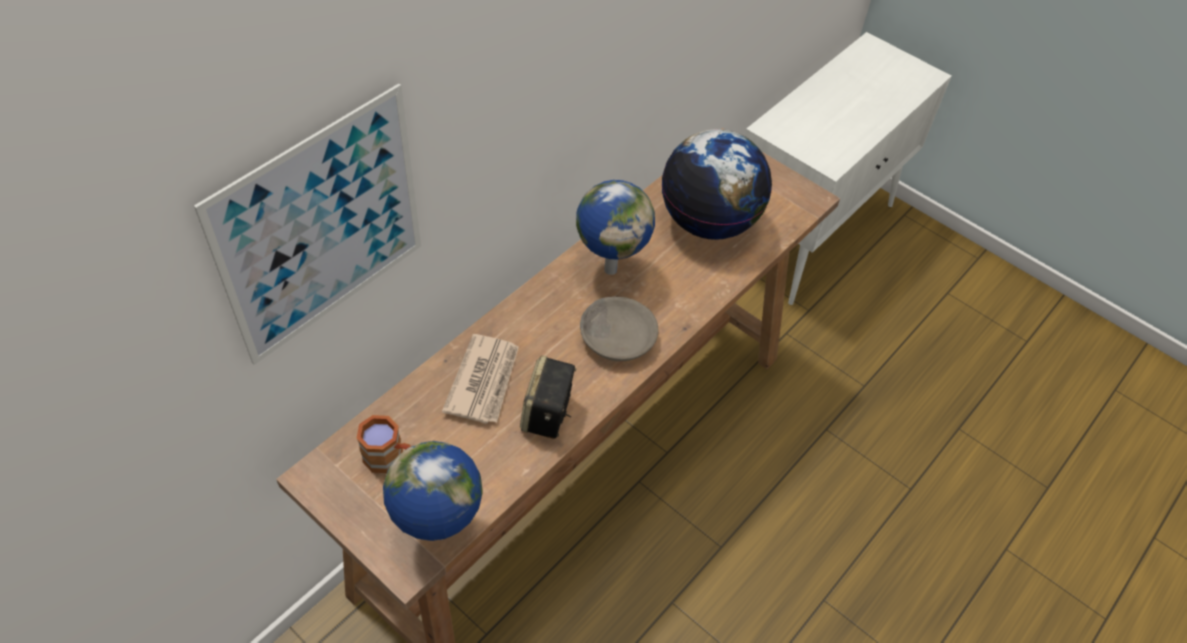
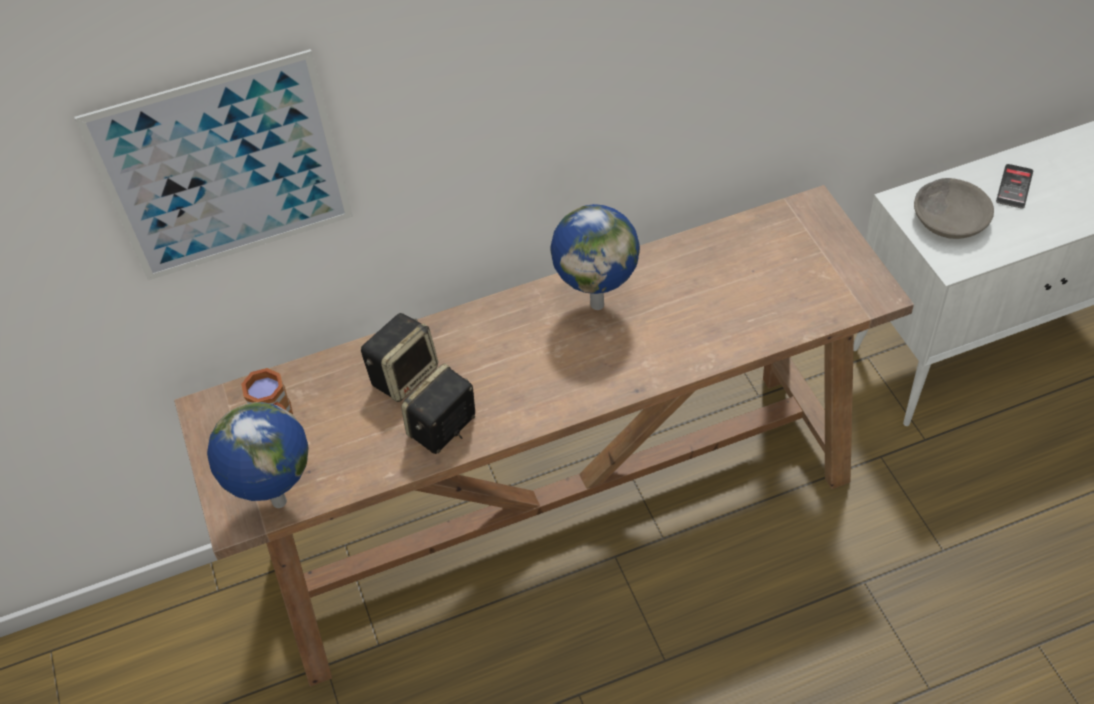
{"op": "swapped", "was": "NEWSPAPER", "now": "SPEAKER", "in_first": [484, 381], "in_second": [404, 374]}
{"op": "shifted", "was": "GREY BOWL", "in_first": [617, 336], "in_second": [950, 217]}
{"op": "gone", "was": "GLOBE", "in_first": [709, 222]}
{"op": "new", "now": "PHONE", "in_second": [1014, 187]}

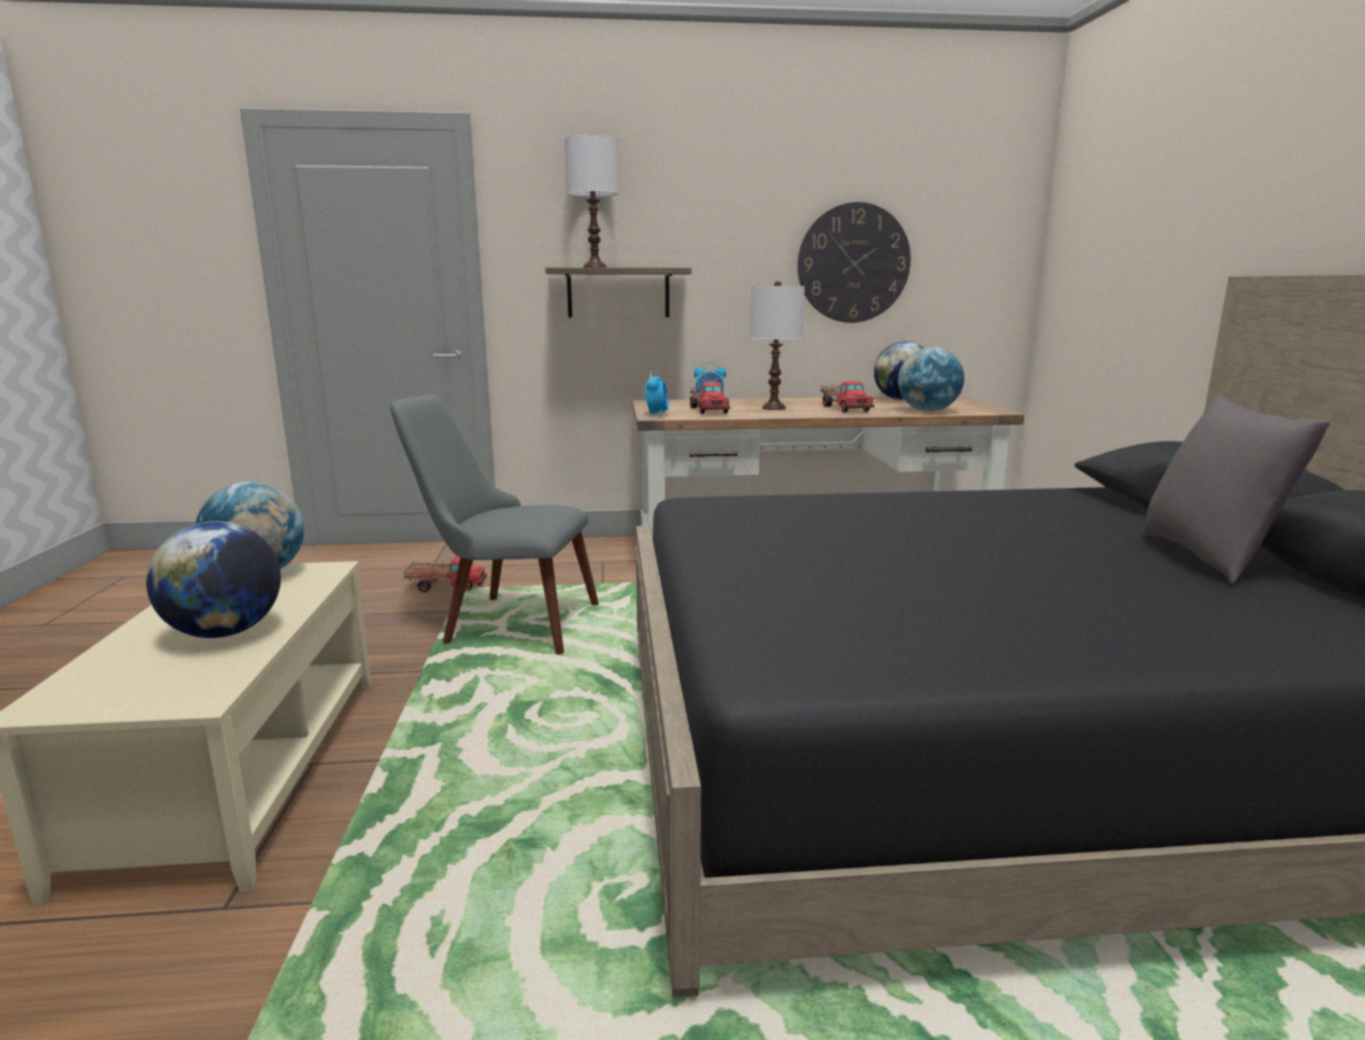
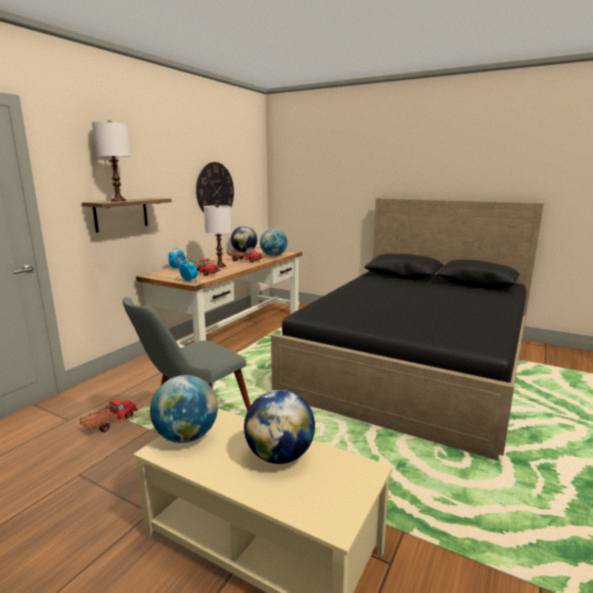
{"op": "gone", "was": "GREY PILLOW", "in_first": [1209, 557]}

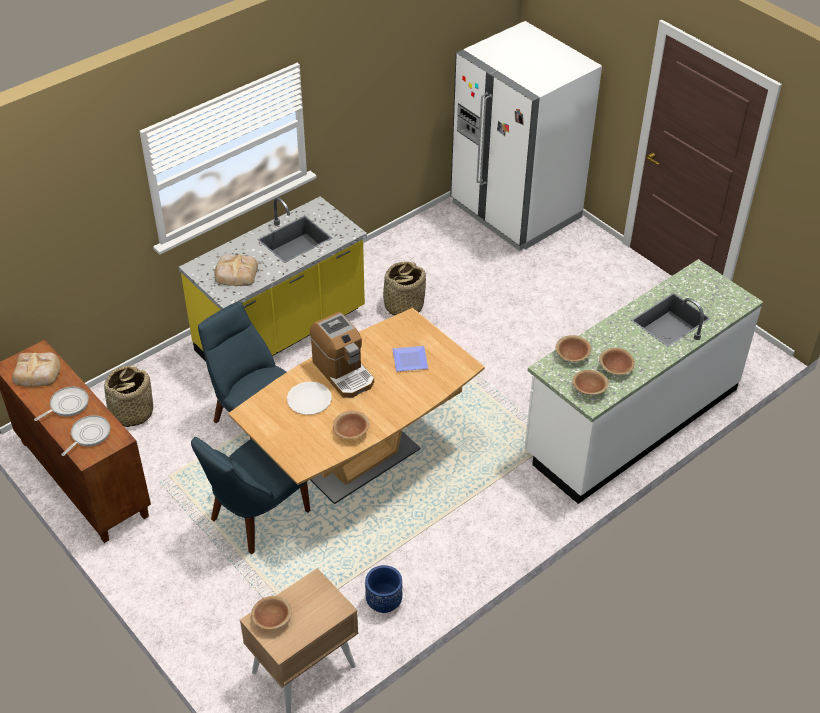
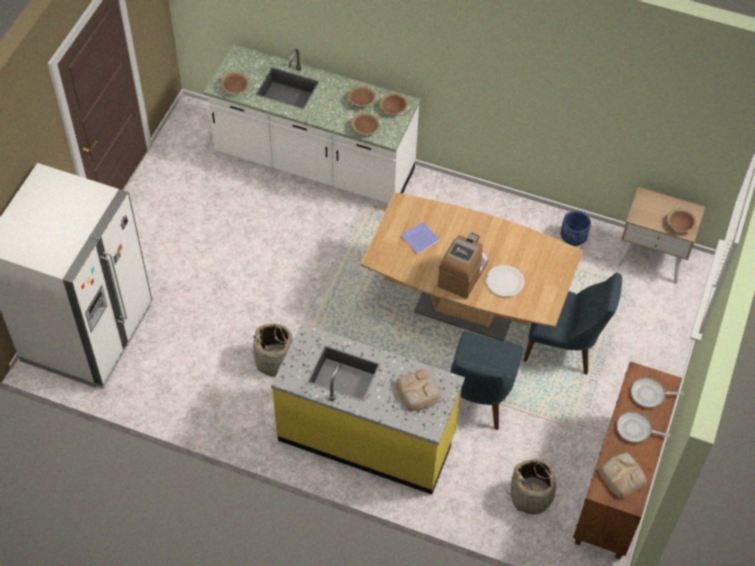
{"op": "shifted", "was": "BROWN BOWL", "in_first": [351, 431], "in_second": [235, 88]}

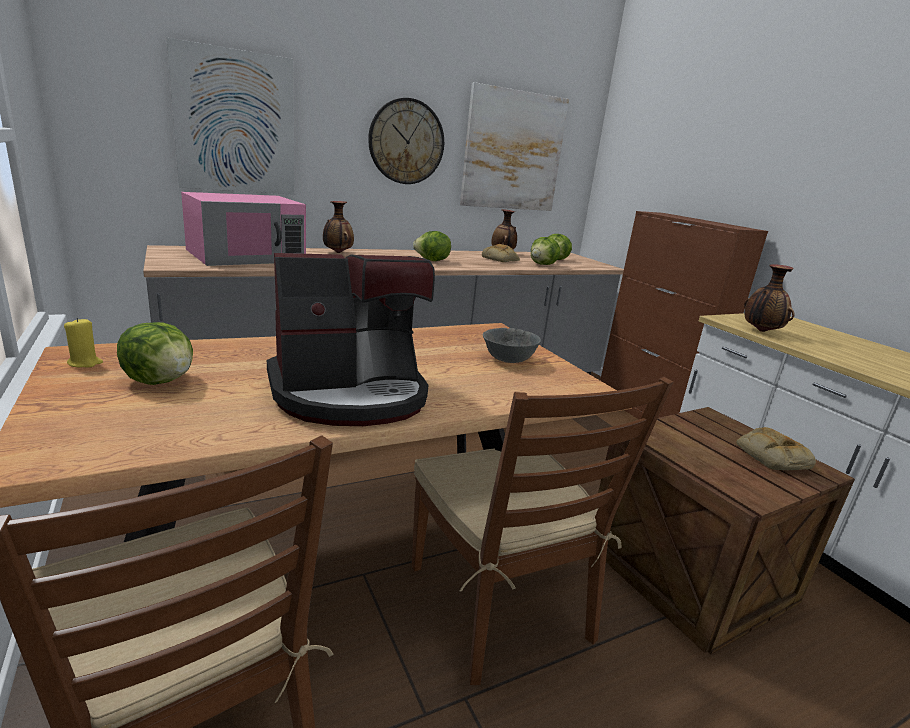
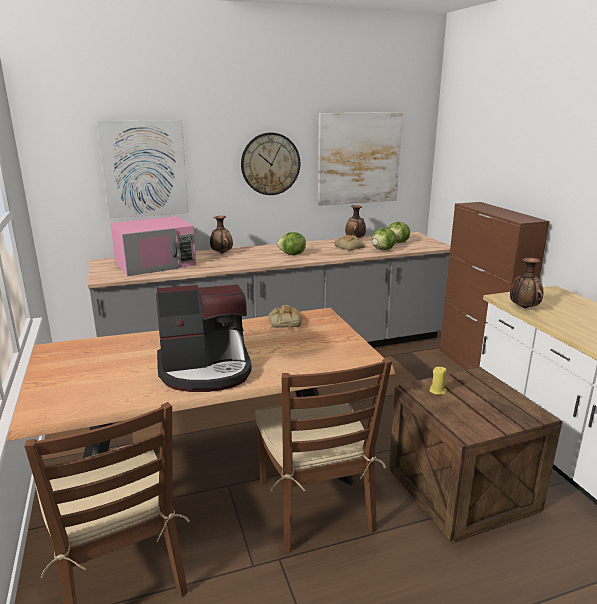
{"op": "shifted", "was": "YELLOW CANDLE", "in_first": [85, 363], "in_second": [438, 391]}
{"op": "gone", "was": "LETTUCE", "in_first": [161, 380]}
{"op": "gone", "was": "GREY BOWL", "in_first": [508, 360]}
{"op": "shifted", "was": "BREAD", "in_first": [770, 456], "in_second": [284, 321]}

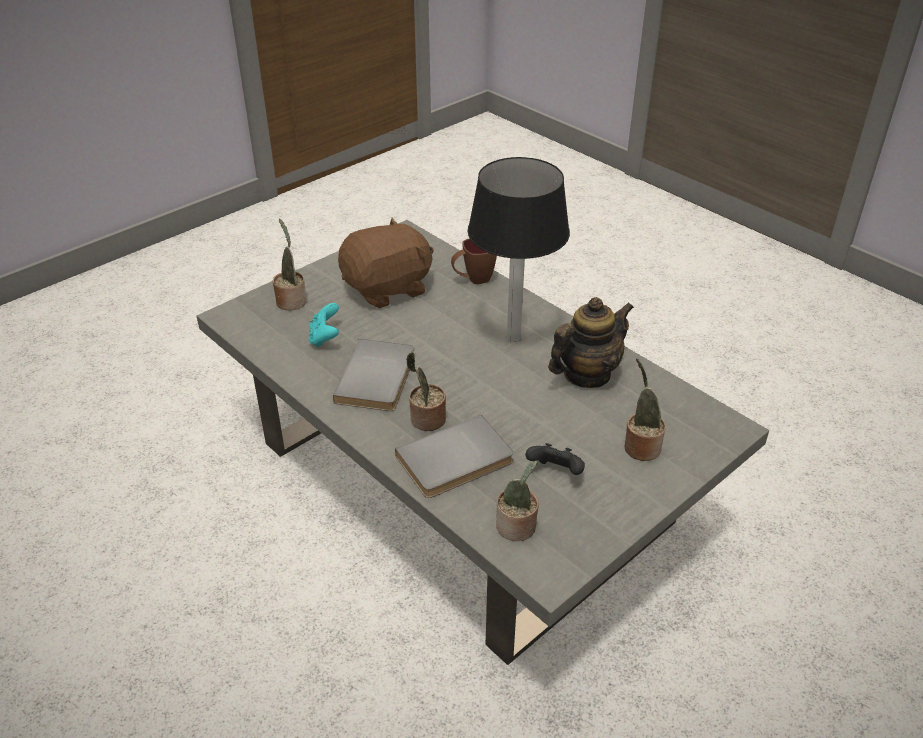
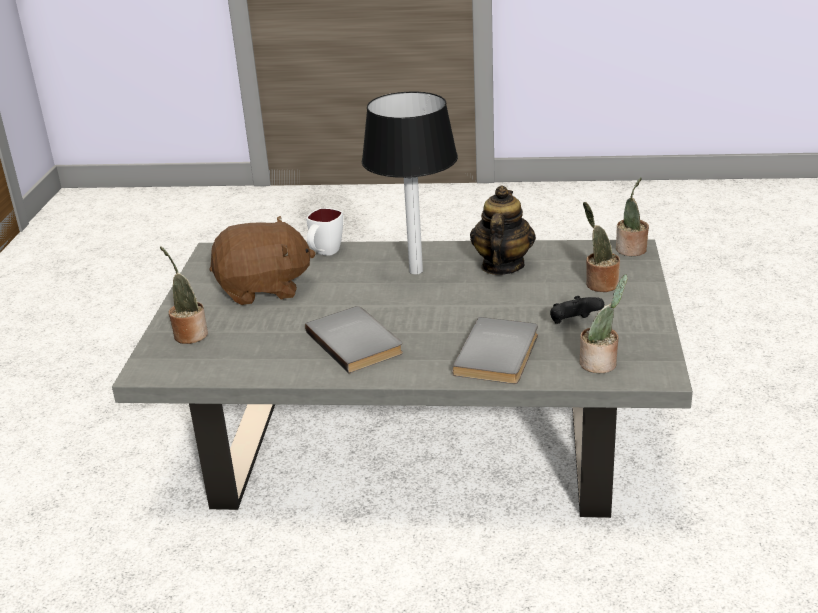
{"op": "gone", "was": "TURQUOISE GAME CONTROLLER", "in_first": [325, 338]}
{"op": "rotated", "was": "BROWN PLUSH TOY", "in_first": [388, 289], "in_second": [264, 289], "clockwise": 60}
{"op": "shifted", "was": "POTTED PLANT", "in_first": [426, 420], "in_second": [631, 250]}
{"op": "repainted", "was": "BROWN MUG", "now": "WHITE MUG", "in_first": [473, 280], "in_second": [324, 253]}

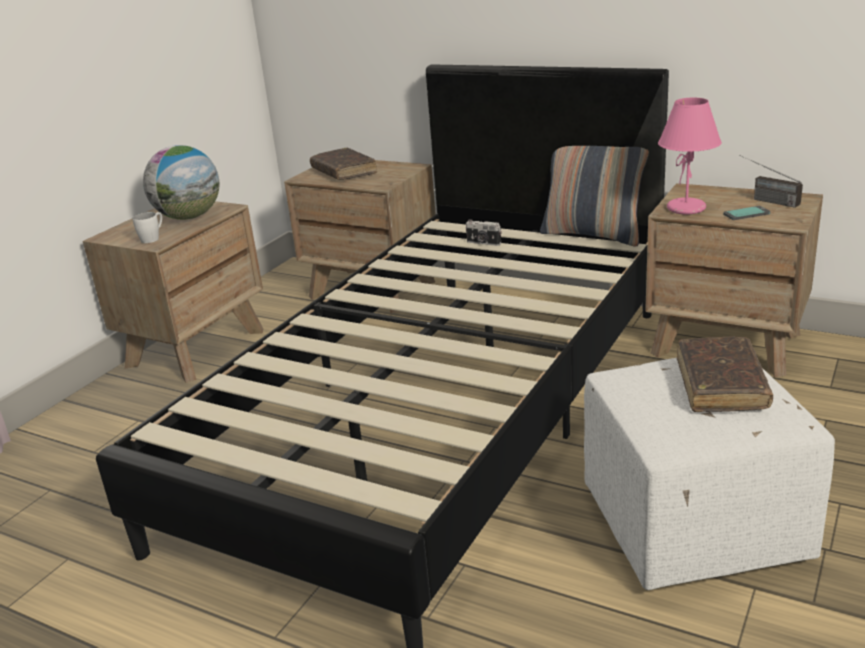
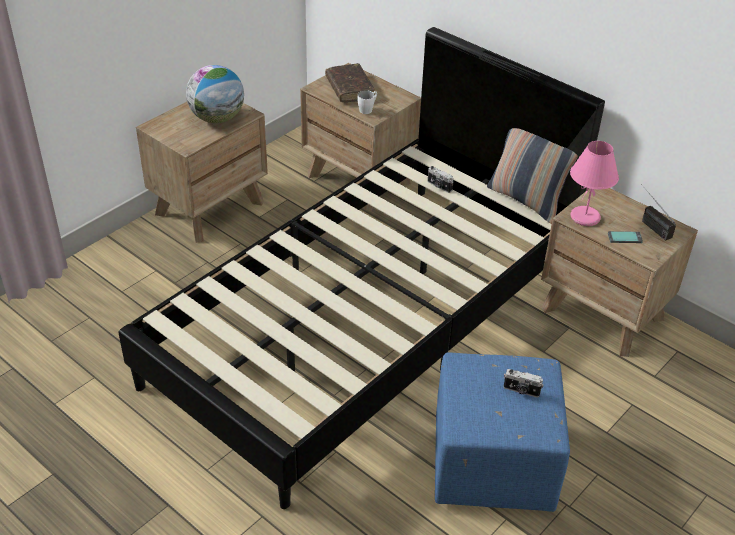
{"op": "shifted", "was": "WHITE MUG", "in_first": [153, 238], "in_second": [368, 109]}
{"op": "repainted", "was": "WHITE OTTOMAN", "now": "BLUE OTTOMAN", "in_first": [695, 527], "in_second": [493, 465]}
{"op": "swapped", "was": "BROWN BOOK", "now": "PHOTO CAMERA", "in_first": [721, 385], "in_second": [521, 391]}

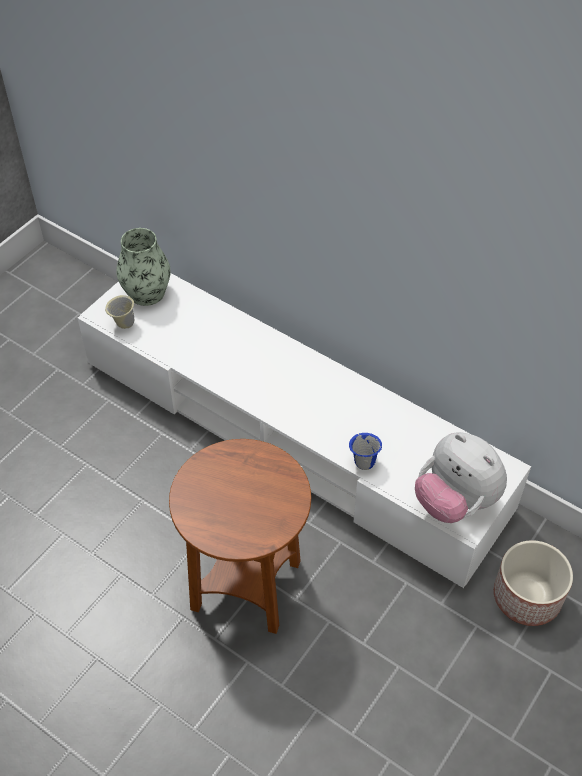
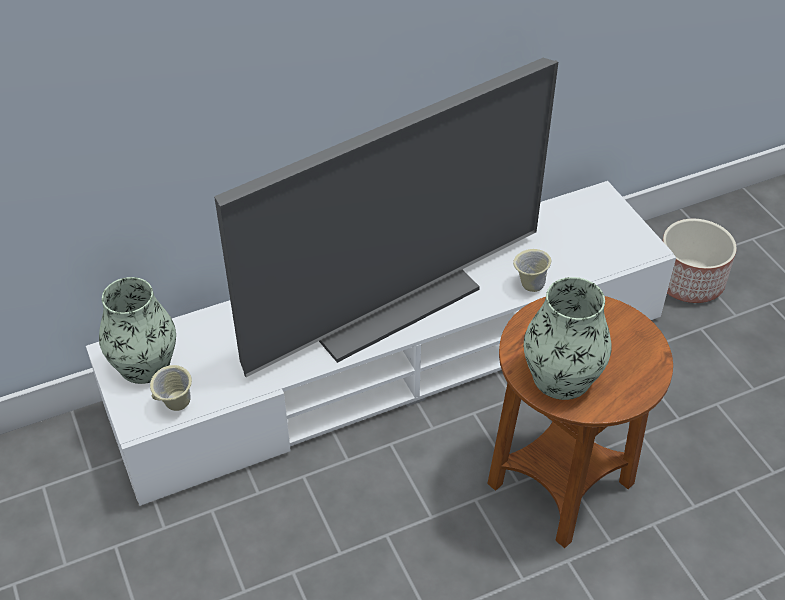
{"op": "repainted", "was": "BLUE MUG", "now": "BEIGE MUG", "in_first": [363, 462], "in_second": [529, 286]}
{"op": "gone", "was": "PLUSH TOY", "in_first": [455, 501]}
{"op": "new", "now": "TELEVISION", "in_second": [388, 298]}
{"op": "new", "now": "VASE", "in_second": [561, 377]}

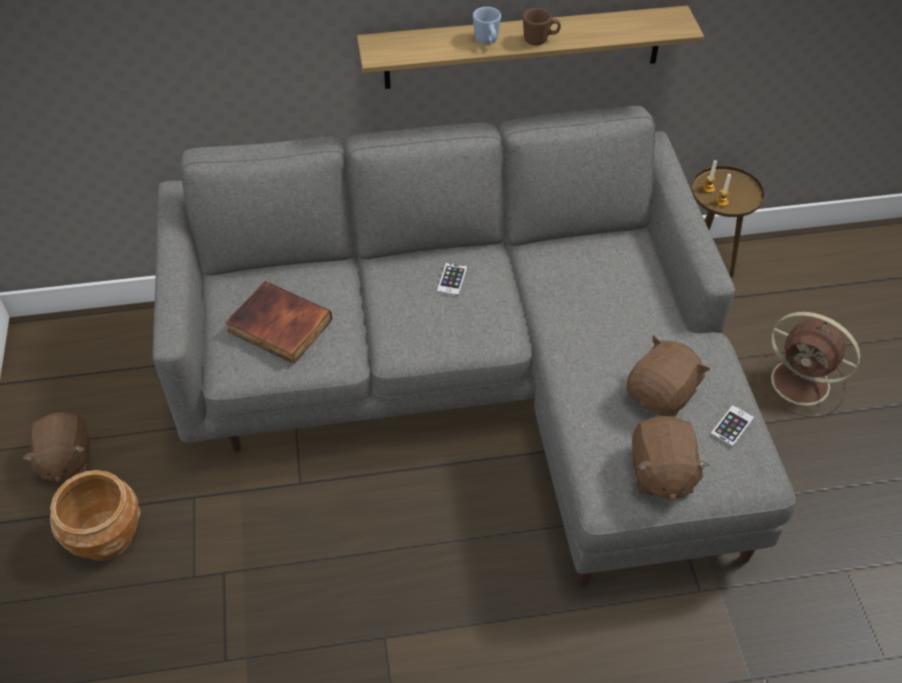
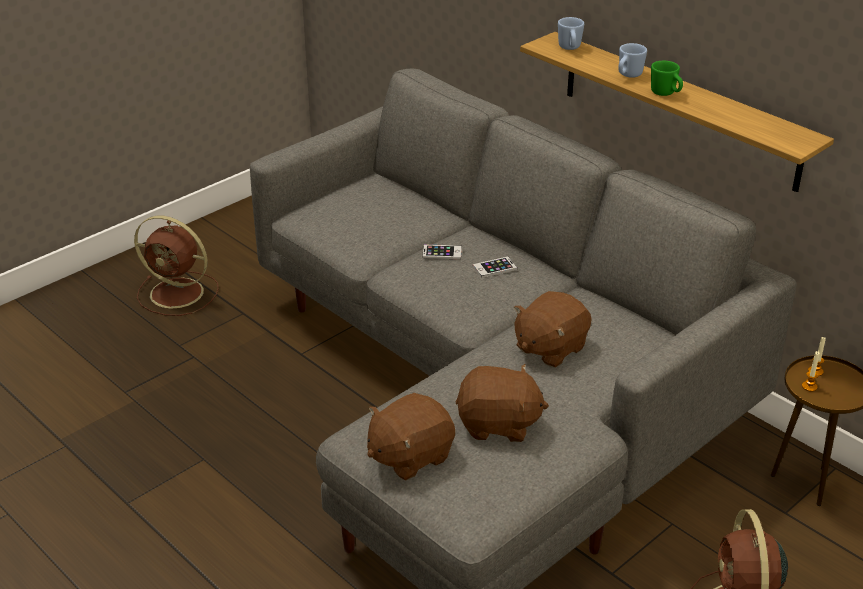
{"op": "shifted", "was": "BROWN PLUSH TOY", "in_first": [66, 460], "in_second": [549, 348]}
{"op": "swapped", "was": "BROWN PLANTER", "now": "BROWN FAN", "in_first": [106, 536], "in_second": [179, 293]}
{"op": "gone", "was": "BOOK", "in_first": [278, 326]}
{"op": "repainted", "was": "BROWN MUG", "now": "GREEN MUG", "in_first": [540, 40], "in_second": [666, 94]}
{"op": "shifted", "was": "PHONE", "in_first": [732, 426], "in_second": [442, 252]}
{"op": "new", "now": "BLUE MUG", "in_second": [570, 48]}

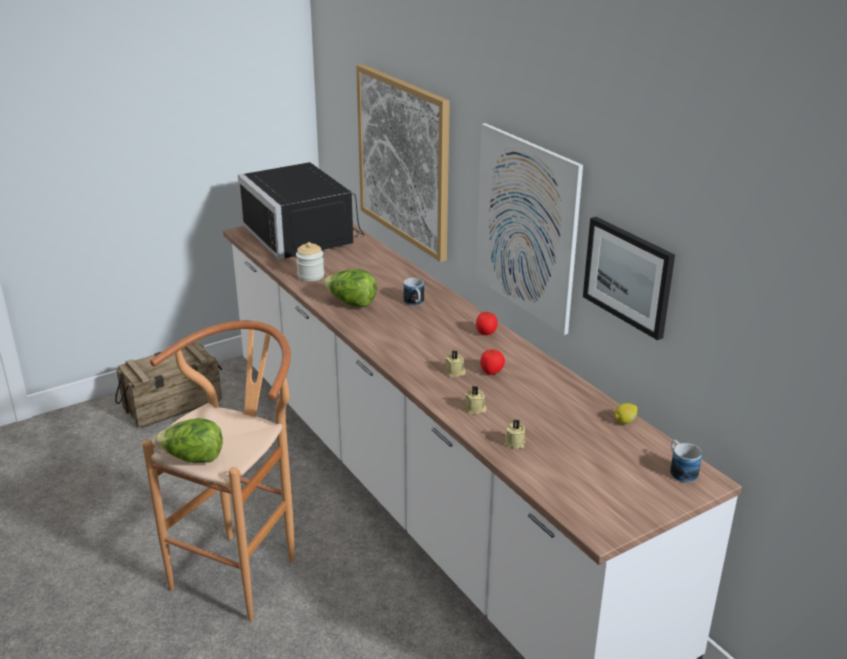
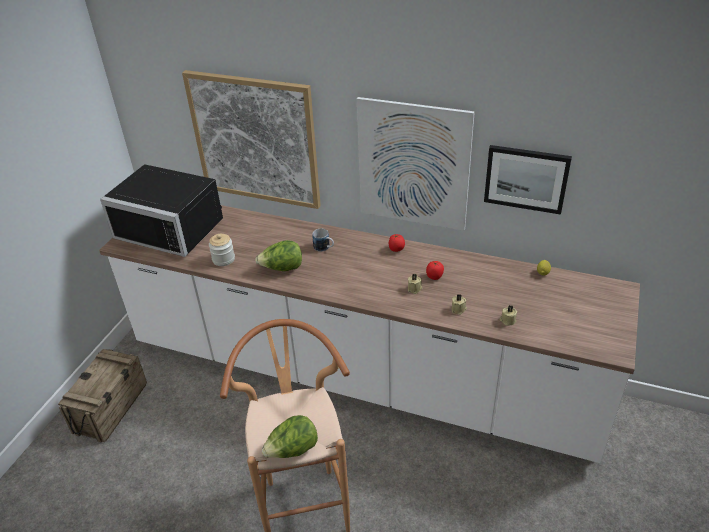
{"op": "gone", "was": "MUG", "in_first": [680, 470]}

